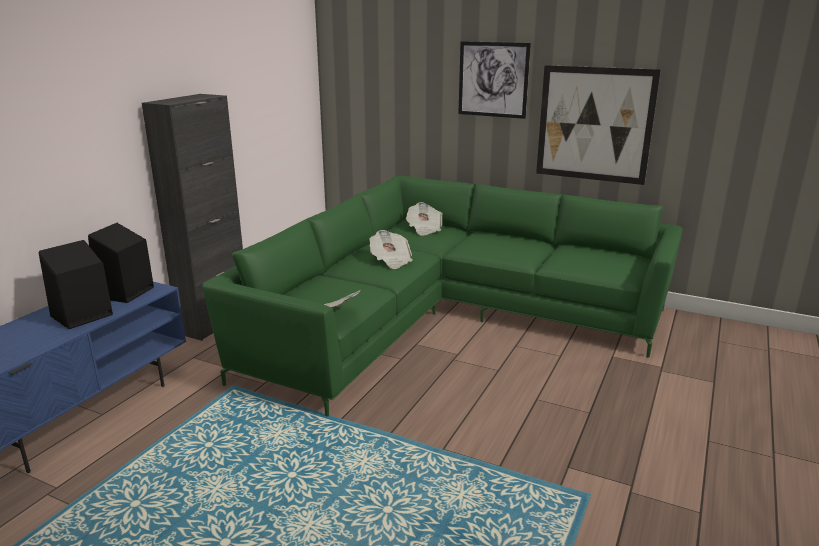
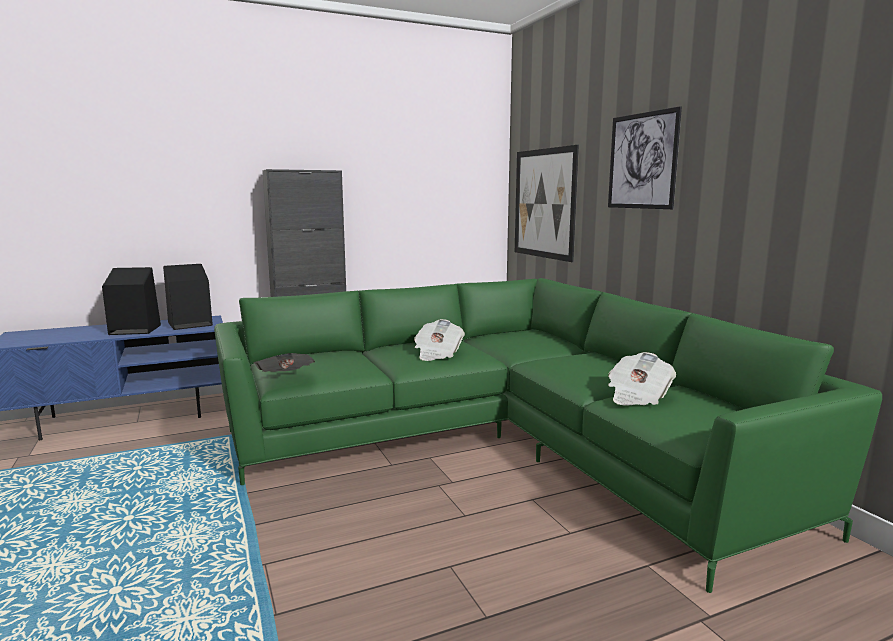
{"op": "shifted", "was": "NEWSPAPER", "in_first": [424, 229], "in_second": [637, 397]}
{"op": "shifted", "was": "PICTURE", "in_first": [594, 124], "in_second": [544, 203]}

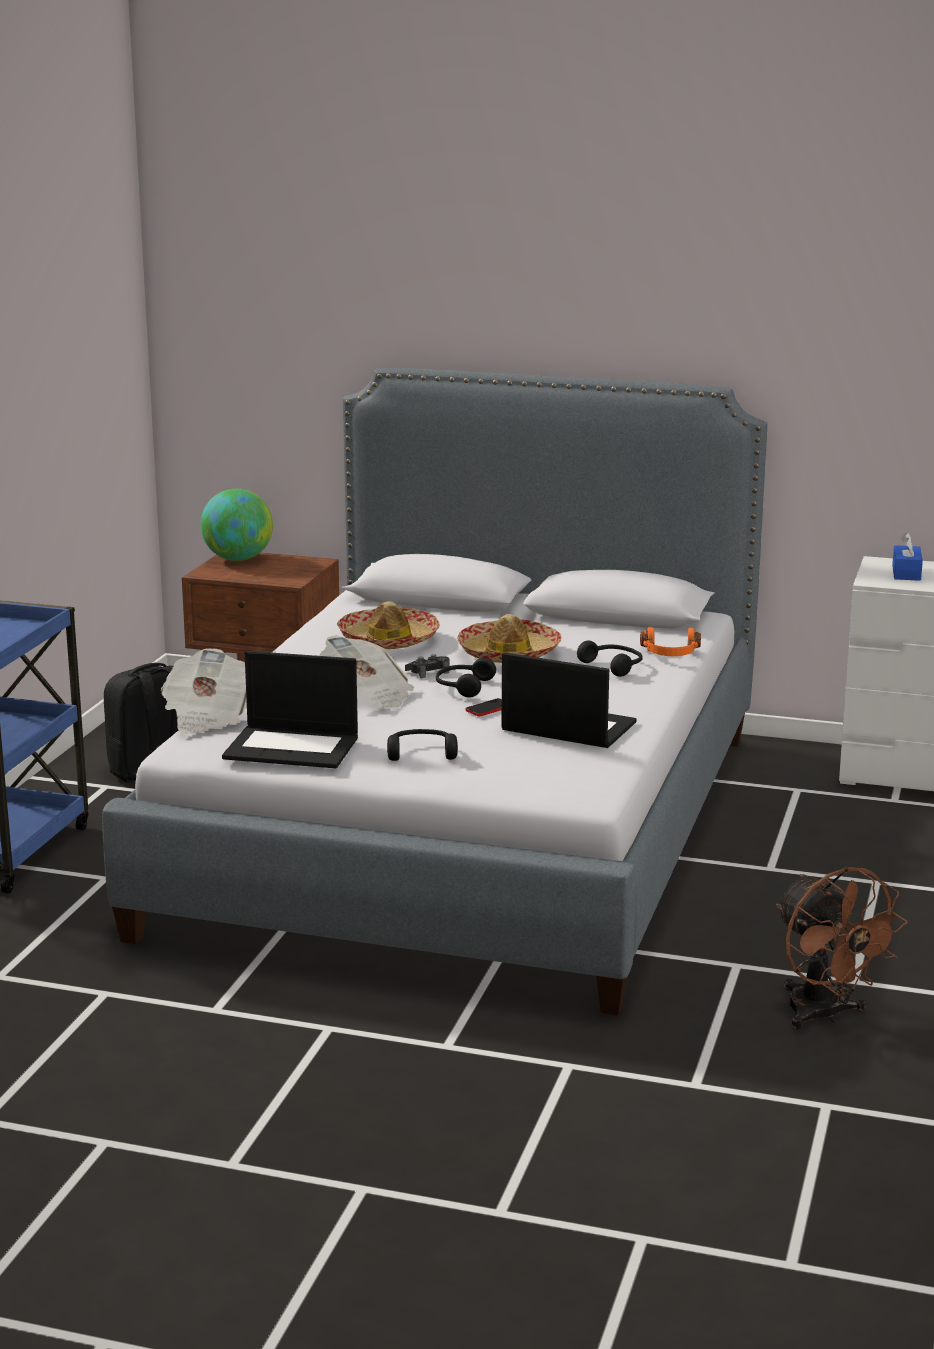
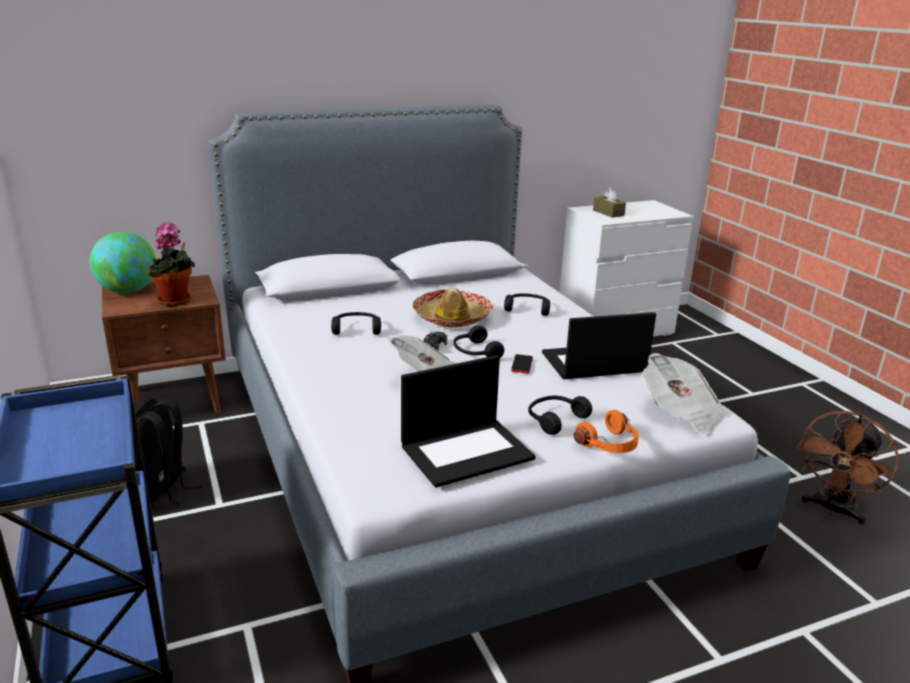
{"op": "shifted", "was": "NEWSPAPER", "in_first": [207, 717], "in_second": [680, 413]}
{"op": "swapped", "was": "HAT", "now": "BLACK HEADPHONES", "in_first": [388, 640], "in_second": [356, 329]}
{"op": "shifted", "was": "ORANGE HEADPHONES", "in_first": [670, 655], "in_second": [610, 445]}
{"op": "rotated", "was": "BROWN FAN", "in_first": [824, 1016], "in_second": [833, 509], "clockwise": 105}
{"op": "repainted", "was": "BLUE TISSUE BOX", "now": "BROWN TISSUE BOX", "in_first": [906, 573], "in_second": [608, 213]}
{"op": "new", "now": "POTTED PLANT", "in_second": [176, 301]}

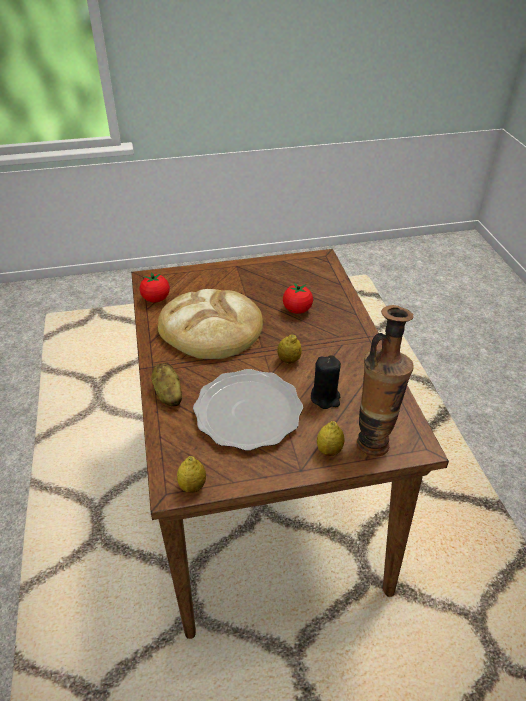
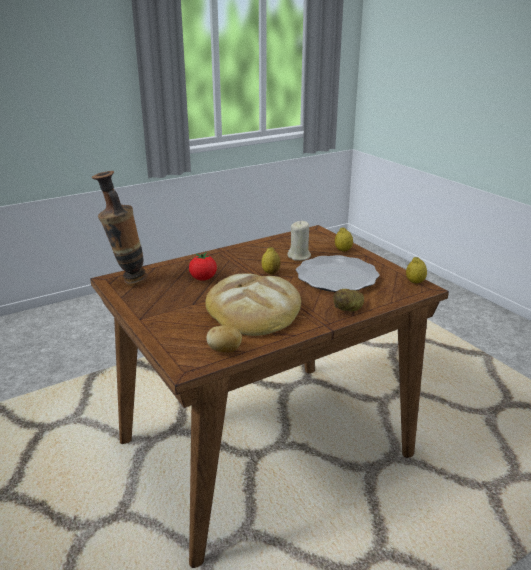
{"op": "swapped", "was": "TOMATO", "now": "POTATO", "in_first": [156, 299], "in_second": [224, 350]}
{"op": "repainted", "was": "BLACK CANDLE", "now": "BEIGE CANDLE", "in_first": [325, 397], "in_second": [299, 256]}
{"op": "shifted", "was": "VASE", "in_first": [374, 438], "in_second": [127, 281]}

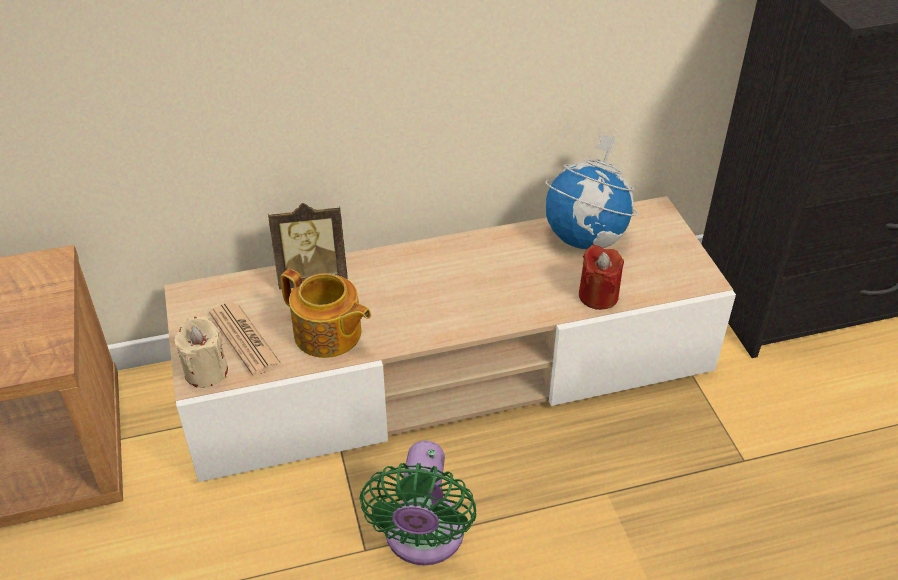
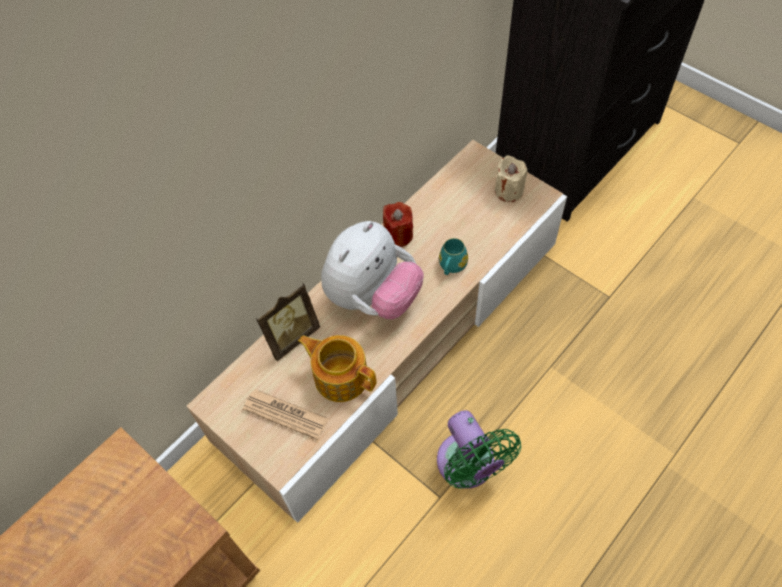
{"op": "shifted", "was": "BEIGE CANDLE", "in_first": [206, 371], "in_second": [508, 191]}
{"op": "rotated", "was": "TEAPOT", "in_first": [328, 335], "in_second": [340, 376], "clockwise": -150}
{"op": "gone", "was": "GLOBE", "in_first": [586, 238]}
{"op": "shifted", "was": "RED CANDLE", "in_first": [598, 296], "in_second": [398, 235]}
{"op": "new", "now": "PLUSH TOY", "in_second": [373, 297]}
{"op": "new", "now": "TURQUOISE MUG", "in_second": [451, 266]}

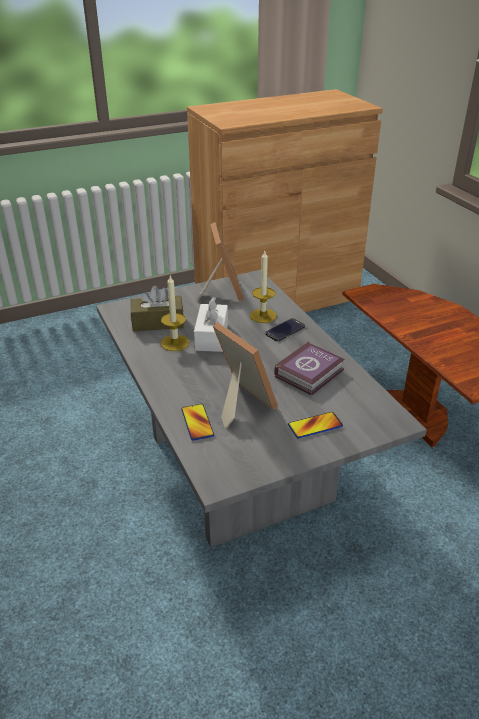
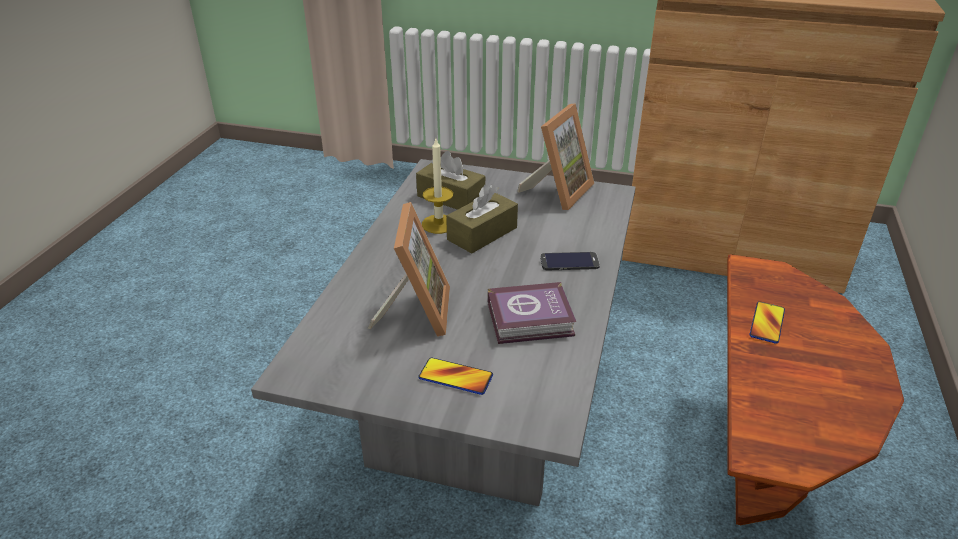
{"op": "shifted", "was": "PHONE", "in_first": [197, 422], "in_second": [767, 323]}
{"op": "repainted", "was": "WHITE TISSUE BOX", "now": "BROWN TISSUE BOX", "in_first": [211, 336], "in_second": [482, 234]}
{"op": "gone", "was": "CANDLE", "in_first": [263, 316]}

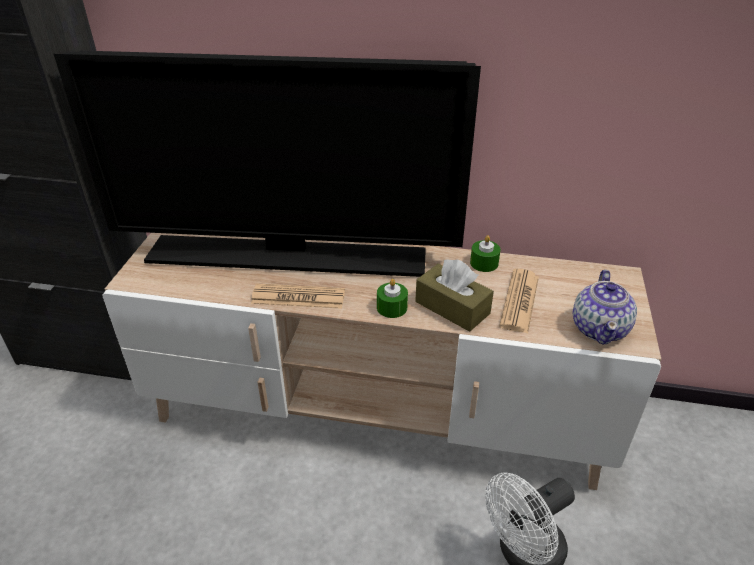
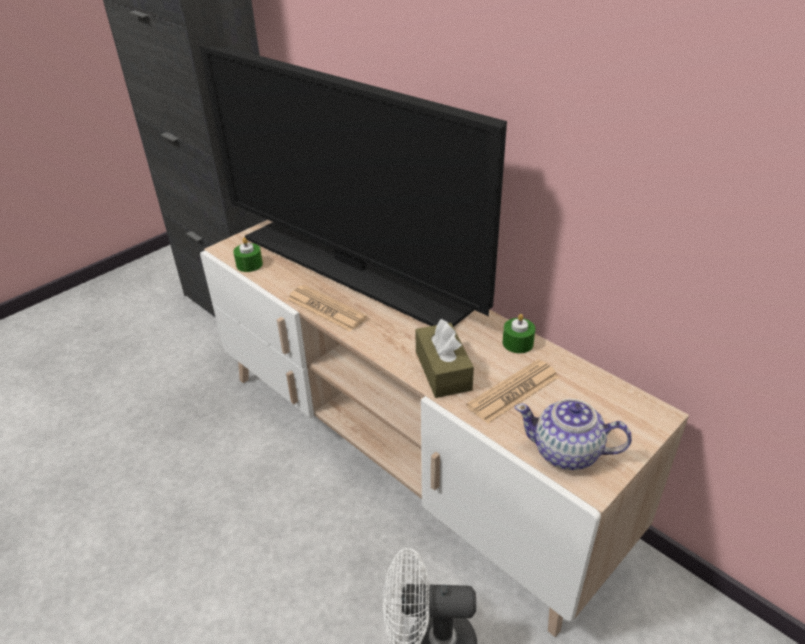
{"op": "shifted", "was": "GREEN CANDLE", "in_first": [392, 307], "in_second": [249, 264]}
{"op": "rotated", "was": "TEAPOT", "in_first": [600, 328], "in_second": [567, 453], "clockwise": 60}

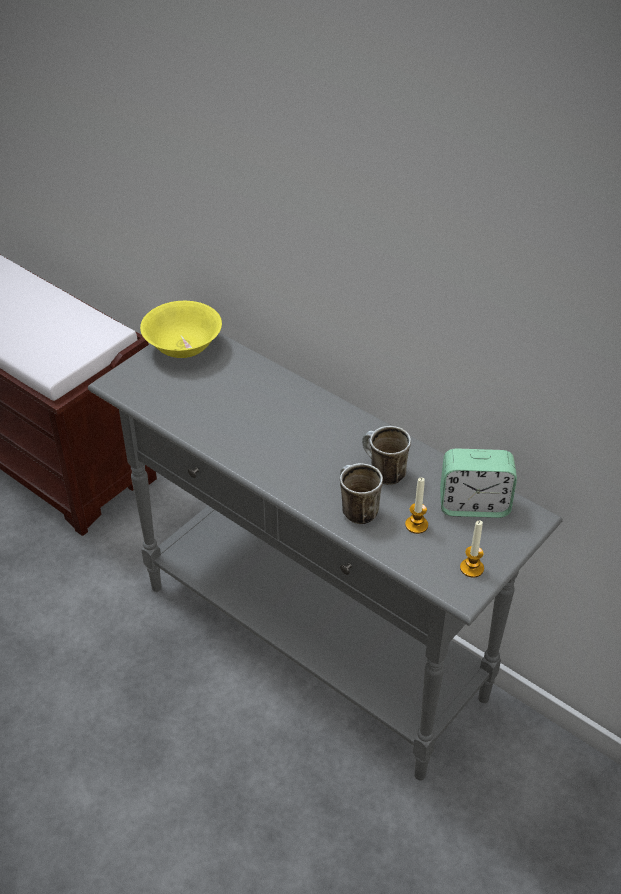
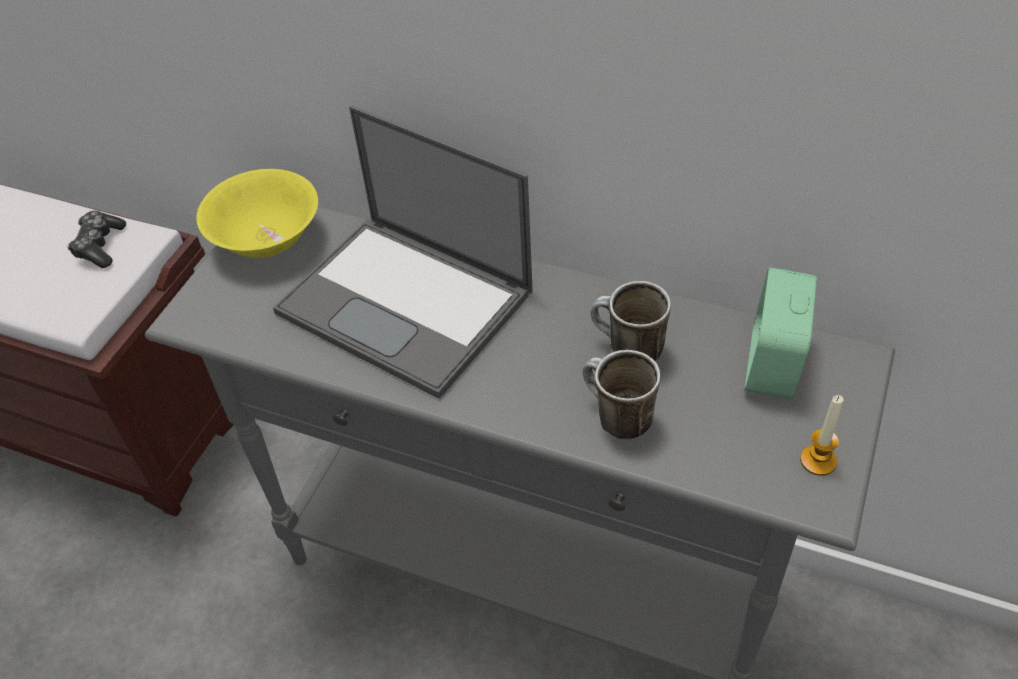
{"op": "gone", "was": "CANDLE", "in_first": [416, 525]}
{"op": "rotated", "was": "ALARM CLOCK", "in_first": [474, 505], "in_second": [773, 363], "clockwise": 120}
{"op": "new", "now": "GAME CONTROLLER", "in_second": [100, 246]}
{"op": "new", "now": "LAPTOP", "in_second": [408, 303]}

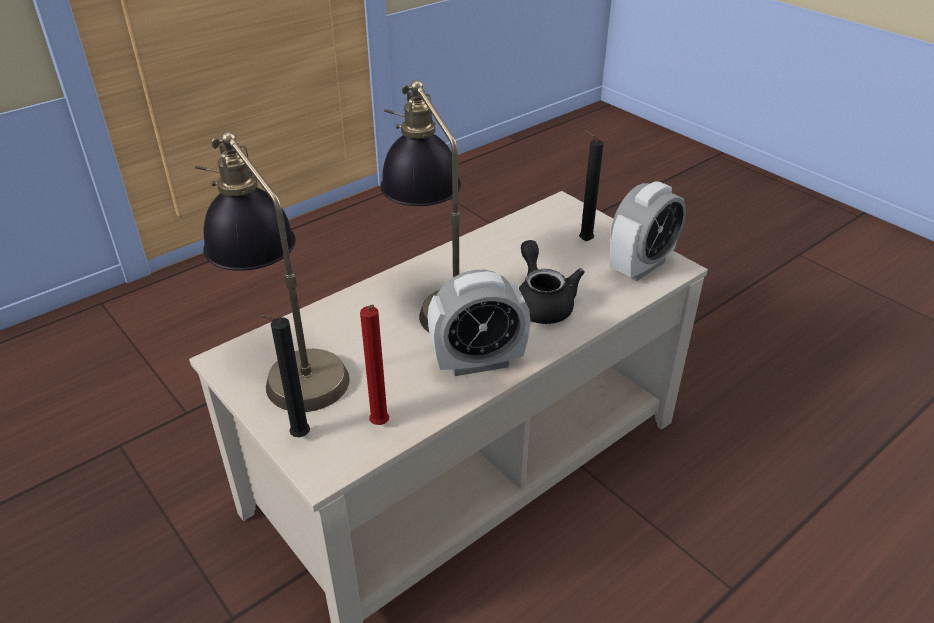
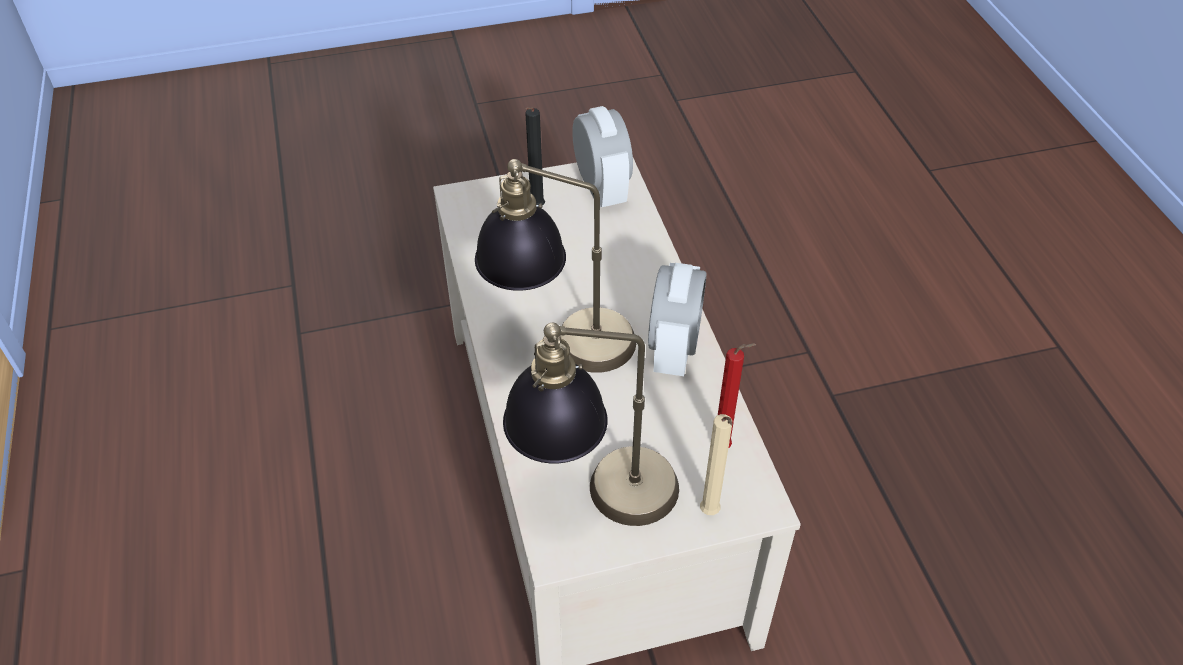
{"op": "repainted", "was": "BLACK CANDLE", "now": "BEIGE CANDLE", "in_first": [297, 437], "in_second": [710, 514]}
{"op": "gone", "was": "BLACK TEAPOT", "in_first": [542, 302]}

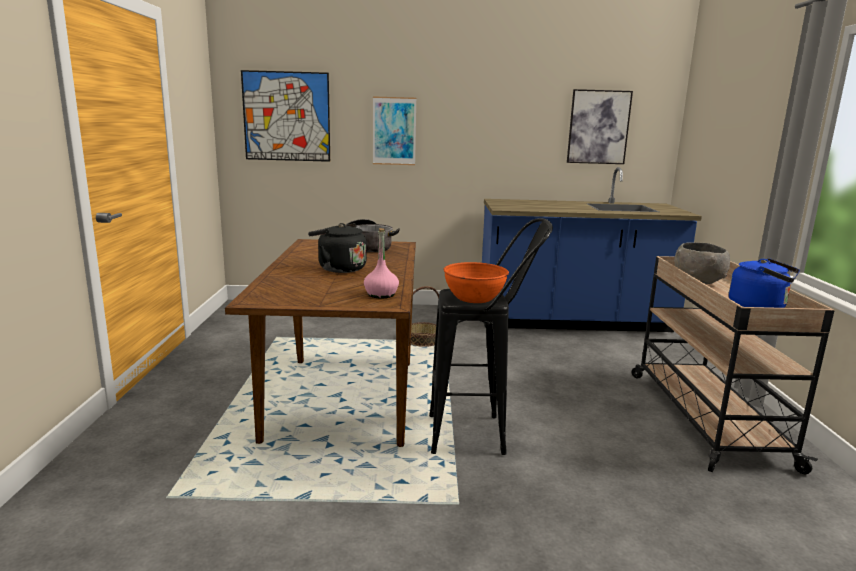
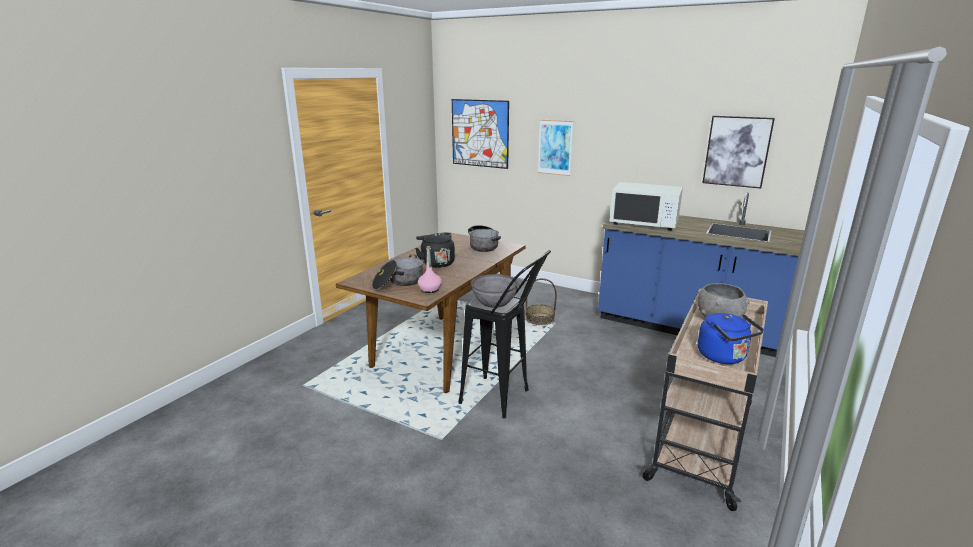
{"op": "repainted", "was": "ORANGE BOWL", "now": "GREY BOWL", "in_first": [474, 298], "in_second": [494, 302]}
{"op": "new", "now": "COOKING POT", "in_second": [398, 282]}
{"op": "new", "now": "WHITE MICROWAVE", "in_second": [644, 223]}

